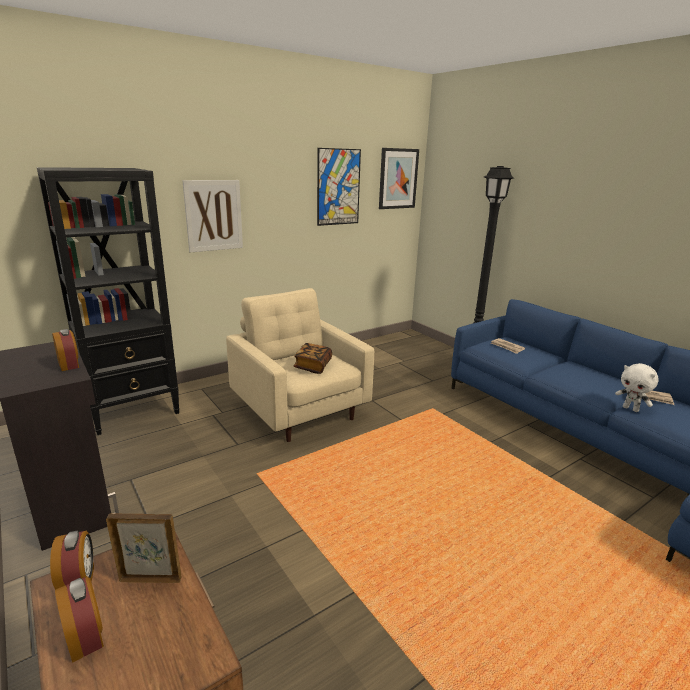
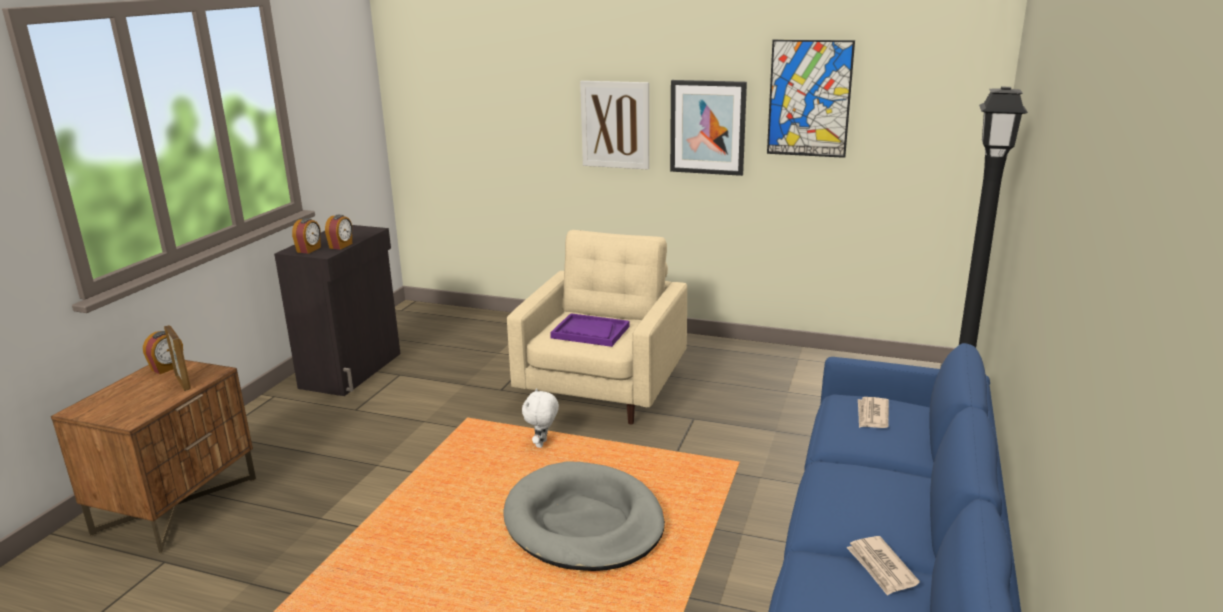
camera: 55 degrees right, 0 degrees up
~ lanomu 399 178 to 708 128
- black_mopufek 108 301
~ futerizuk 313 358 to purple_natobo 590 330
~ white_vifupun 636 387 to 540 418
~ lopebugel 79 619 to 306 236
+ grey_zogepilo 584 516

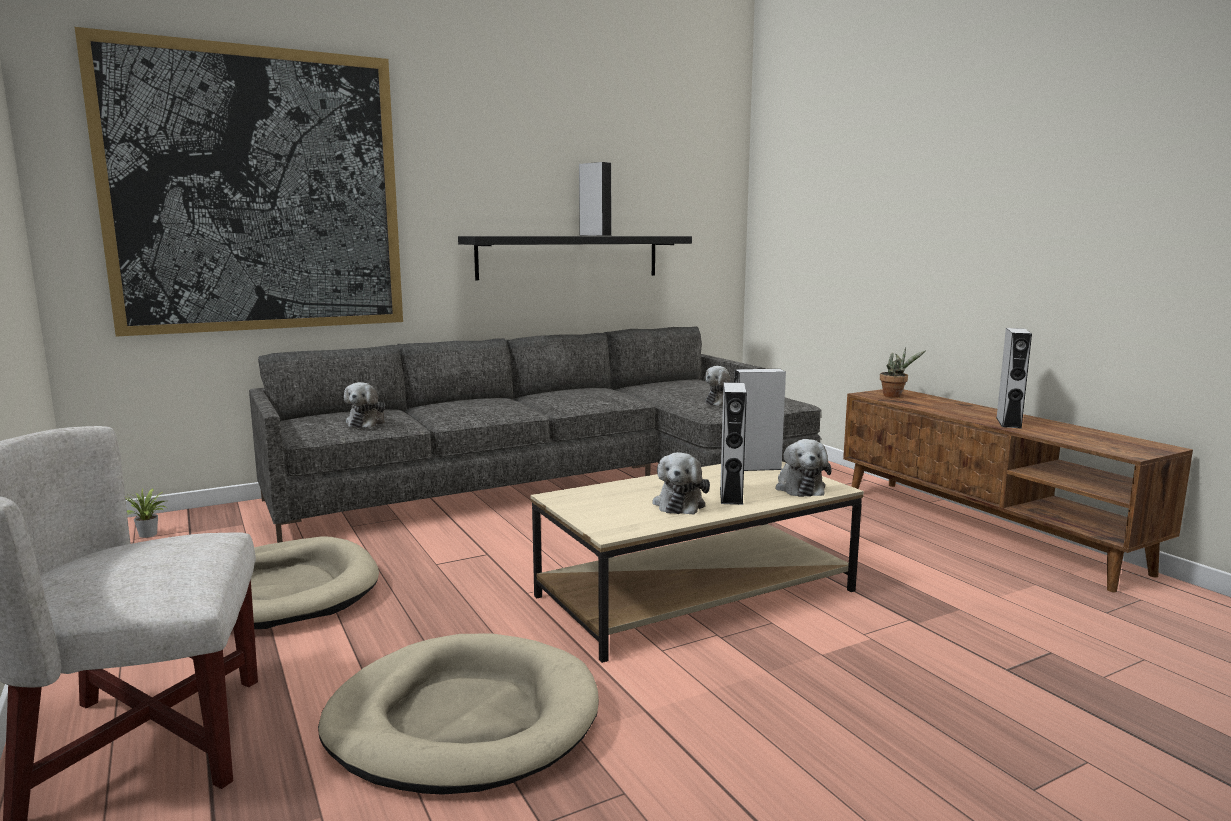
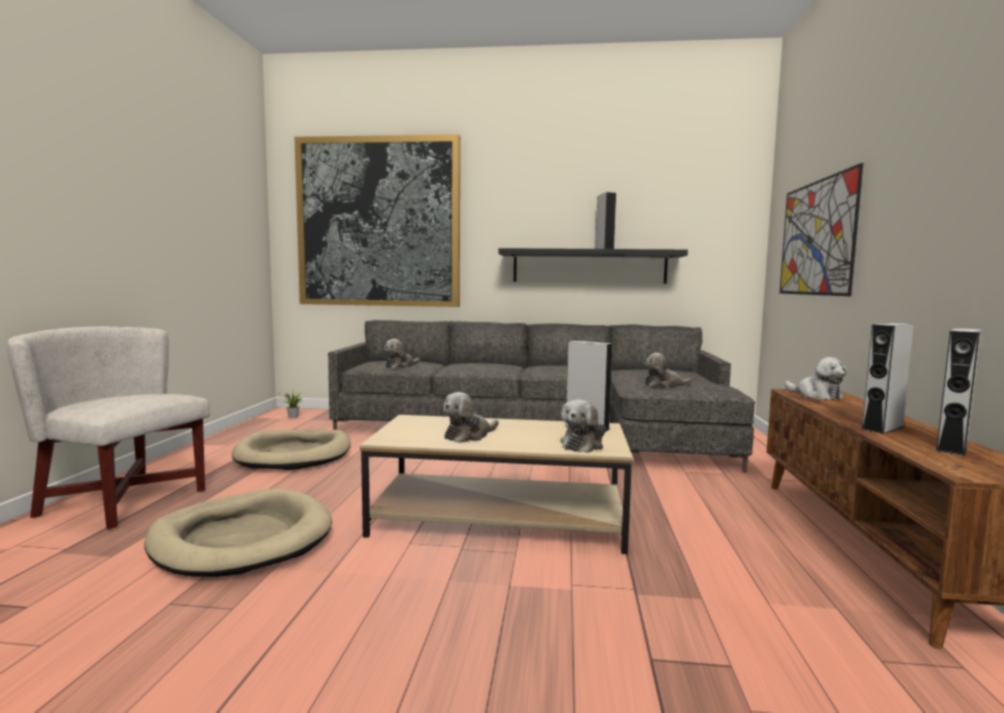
camera: 35 degrees right, 5 degrees down
~ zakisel 903 372 to vifupun 816 378
~ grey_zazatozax 733 443 to 958 392
+ lanomu 821 229

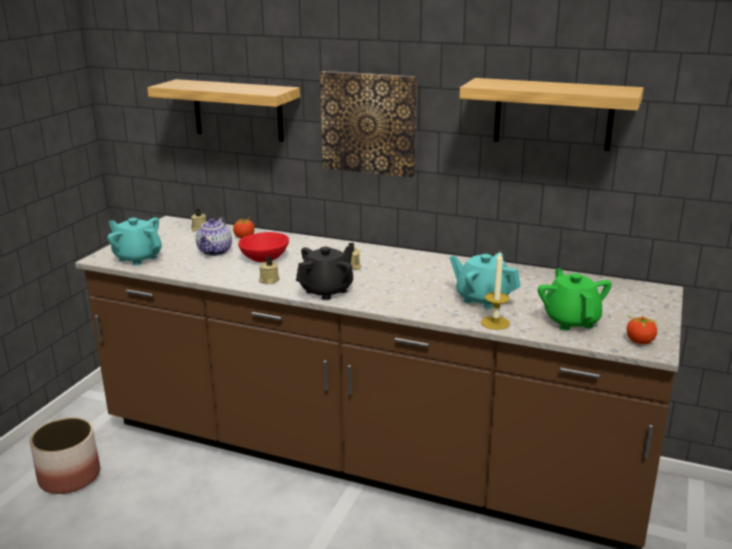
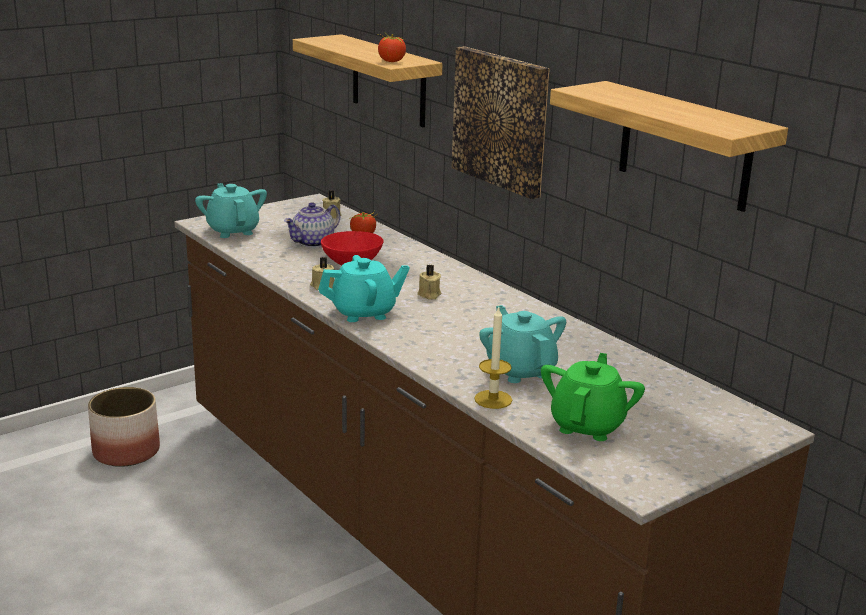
camera: 30 degrees right, 0 degrees up
~ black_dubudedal 324 273 to turquoise_dubudedal 364 288
~ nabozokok 642 329 to 391 47

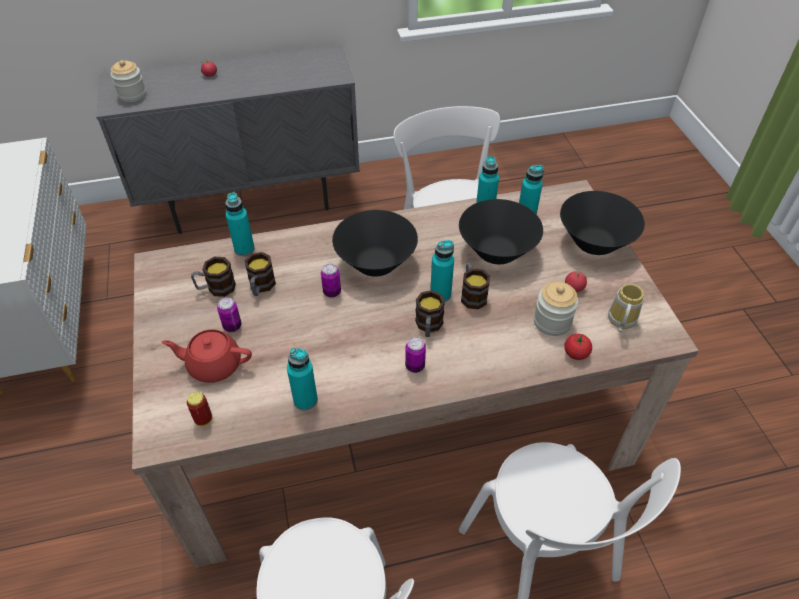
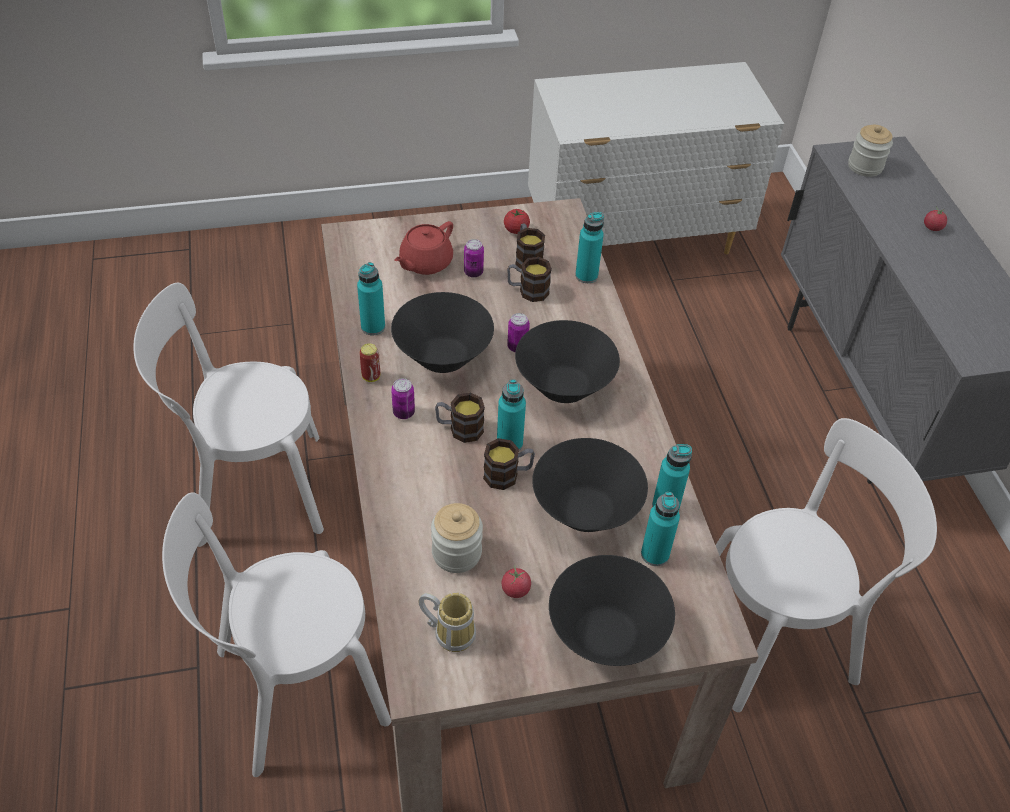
camera: 90 degrees right, 0 degrees up
~ red_dubudedal 207 356 = 424 248 150 degrees counterclockwise
~ nabozokok 578 347 to 517 221
~ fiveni 199 409 to 370 362
+ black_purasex 442 332

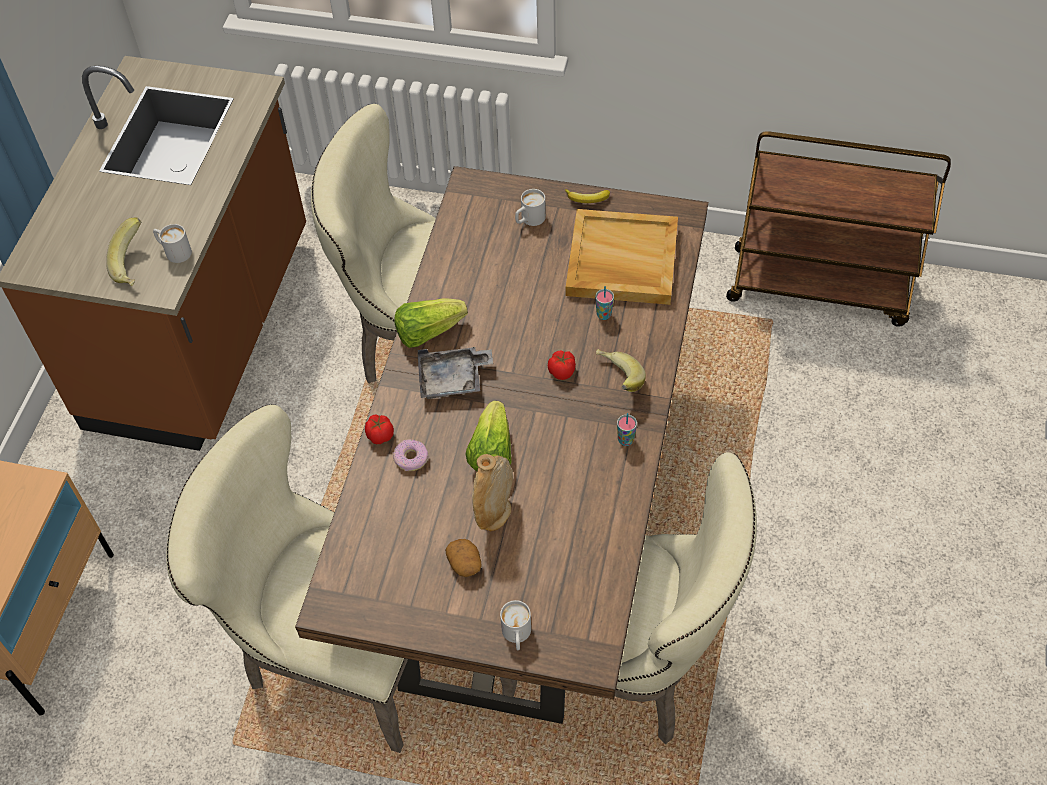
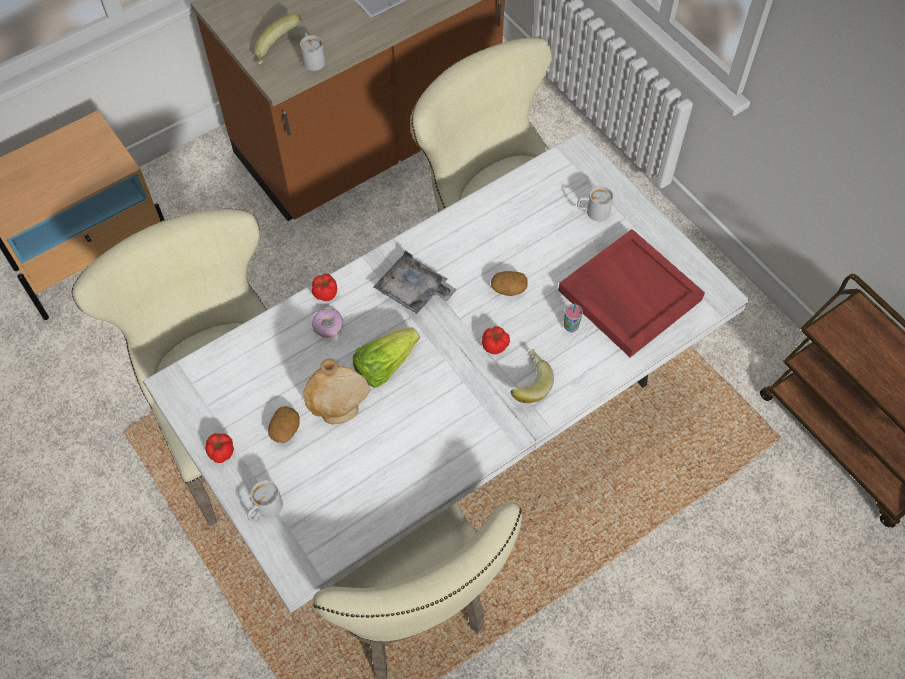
camera: 40 degrees right, 5 degrees up
~ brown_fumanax 501 445 to white_fumanax 446 372
- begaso 587 196
~ beige_natobo 622 257 to red_natobo 631 293
- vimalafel 431 323
- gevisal 627 429
+ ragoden 509 283
+ nabozokok 219 448

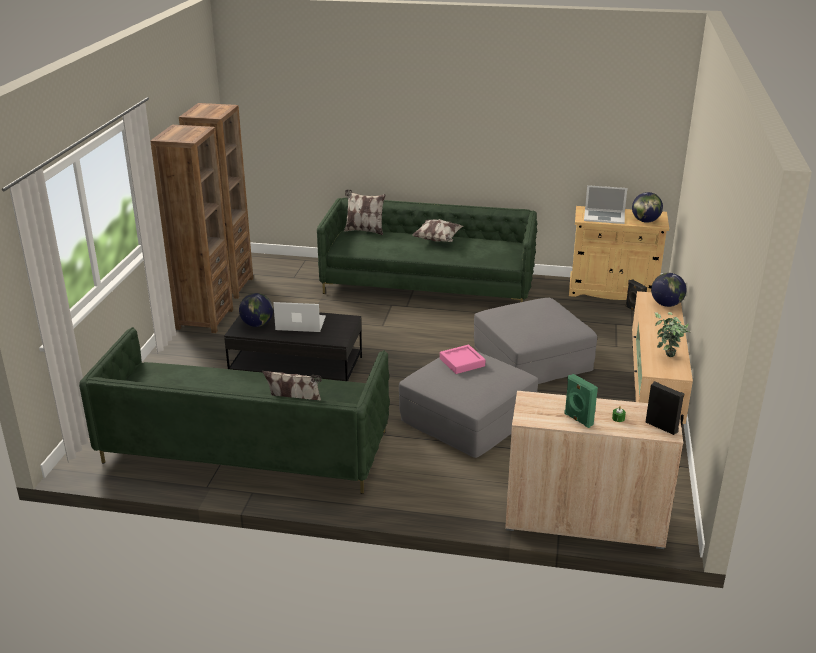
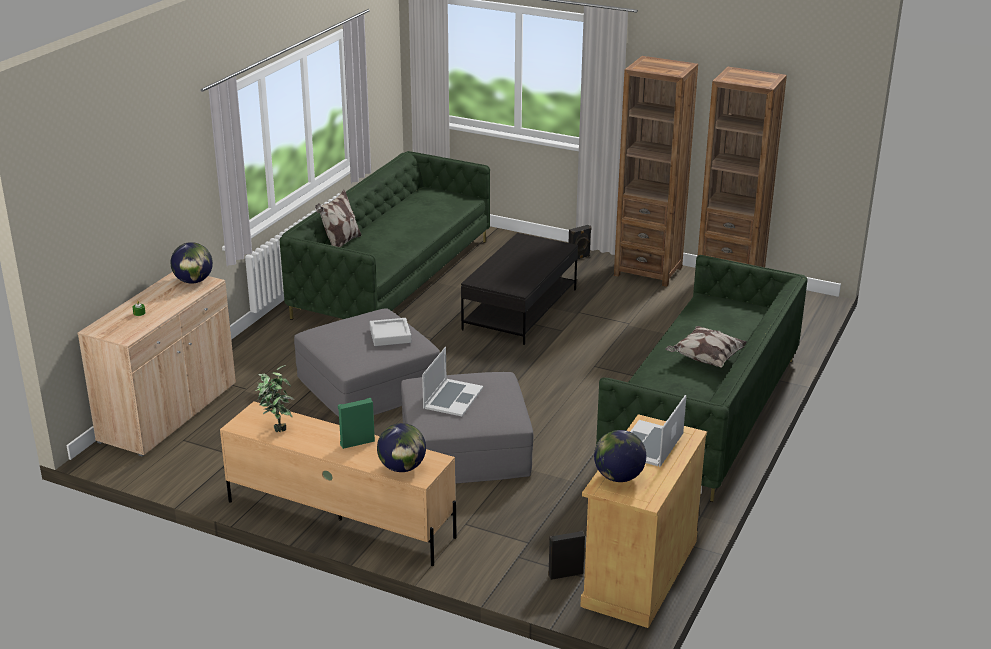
camera: 105 degrees right, 0 degrees up
- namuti 365 212
~ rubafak 256 310 to 191 263
~ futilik 299 317 to 452 381
~ pink_natobo 462 359 to grey_natobo 390 332
~ green_zazatozax 581 401 to 356 423
~ black_zazatozax 665 408 to 580 242

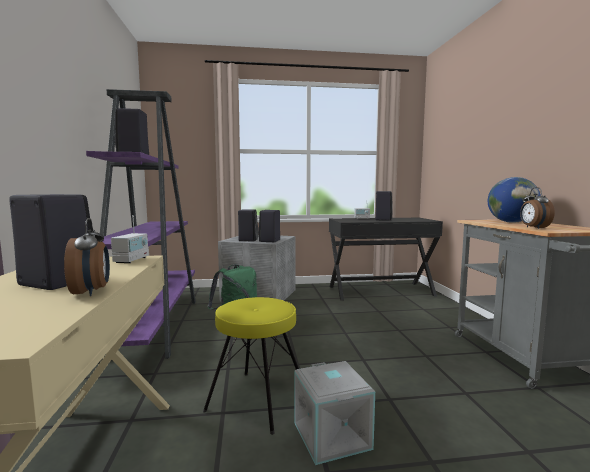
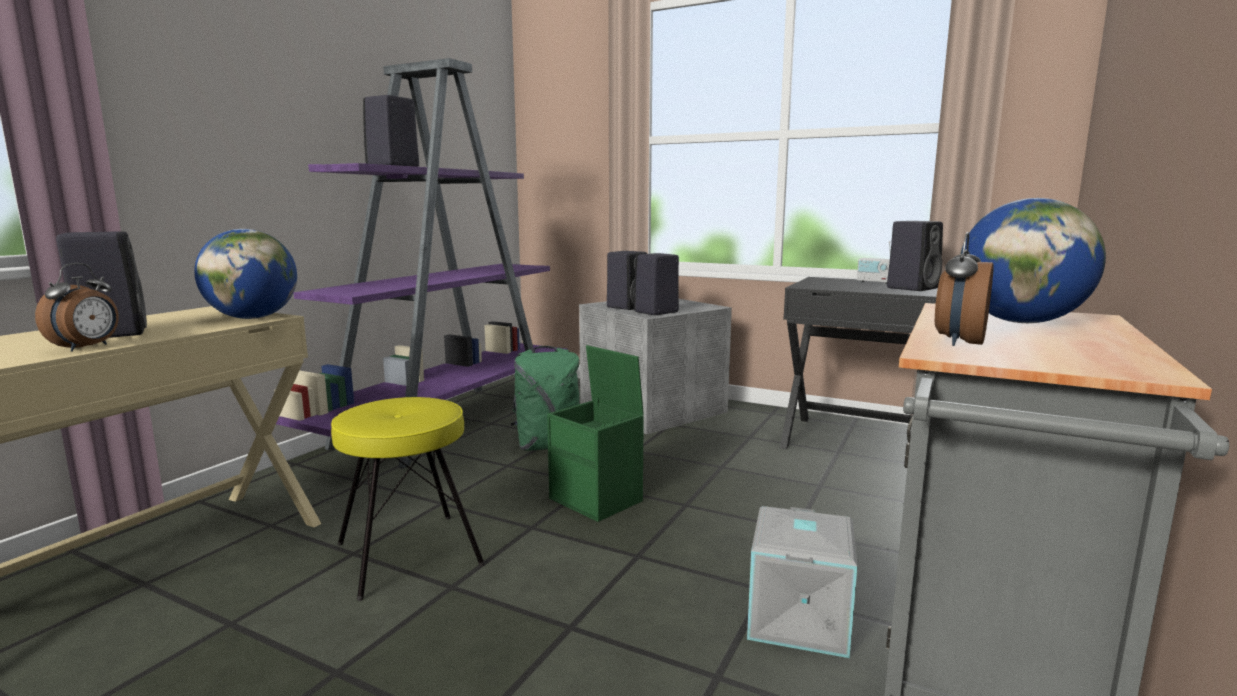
camera: 35 degrees right, 5 degrees up
~ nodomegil 129 239 to rubafak 245 274
~ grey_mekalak 334 413 to 802 582
+ green_mekalak 595 433

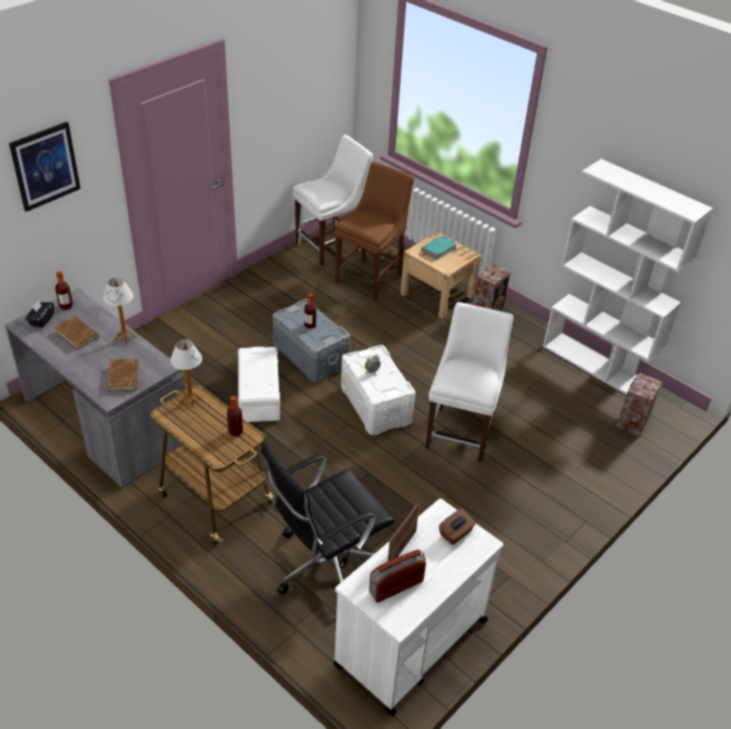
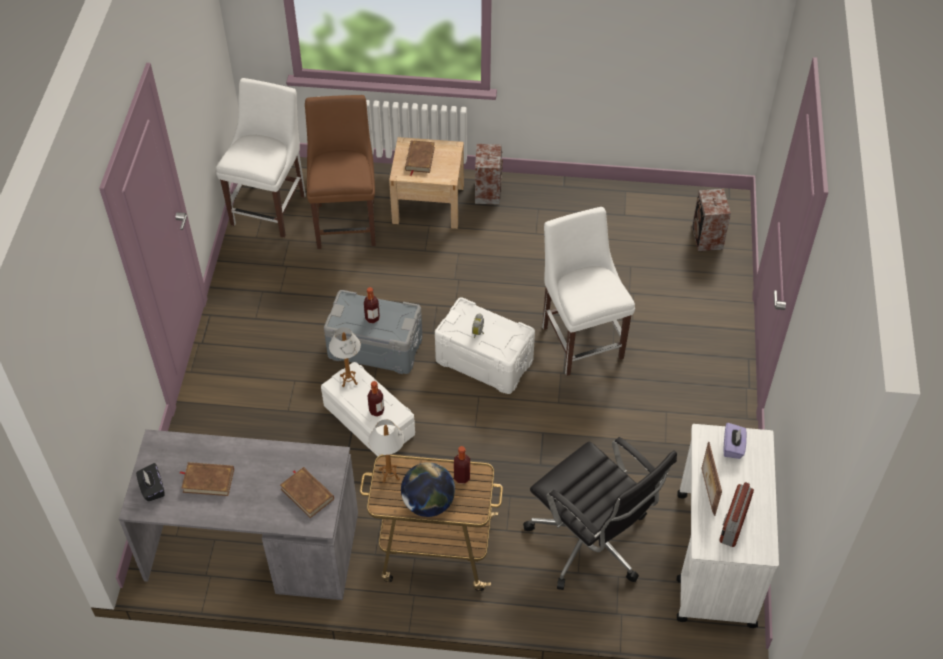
camera: 35 degrees left, 10 degrees up
- lanomu 45 167
- white_mopufek 628 277
~ turquoise_futerizuk 439 247 to brown_futerizuk 420 158
~ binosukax 64 290 to 376 399
~ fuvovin 119 310 to 345 357
~ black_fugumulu 327 518 = 600 513 60 degrees counterclockwise
~ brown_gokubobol 457 526 to purple_gokubobol 735 441
+ rubafak 428 489

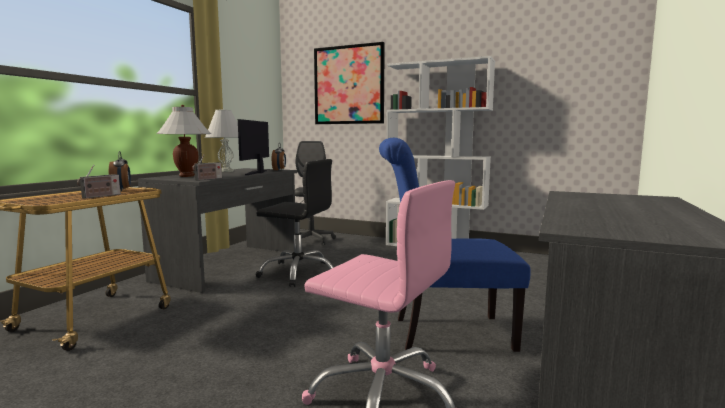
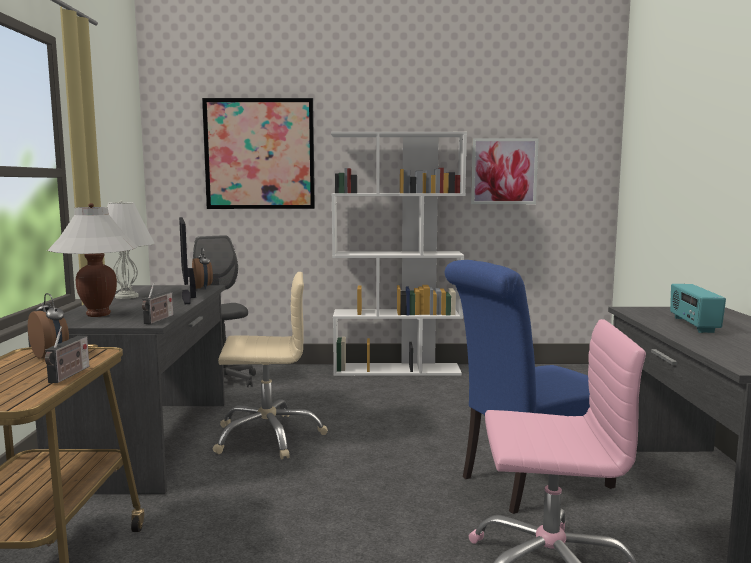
camera: 25 degrees left, 0 degrees up
~ black_fugumulu 294 223 to beige_fugumulu 270 365
+ lanomu 505 171
+ nodomegil 698 308

